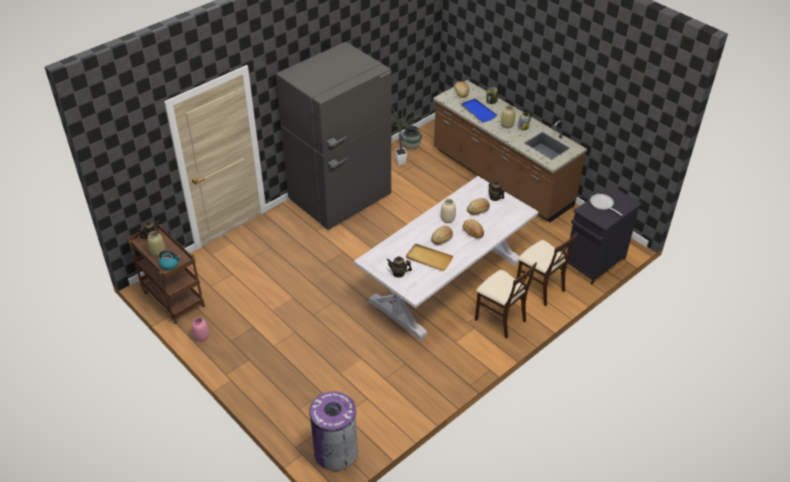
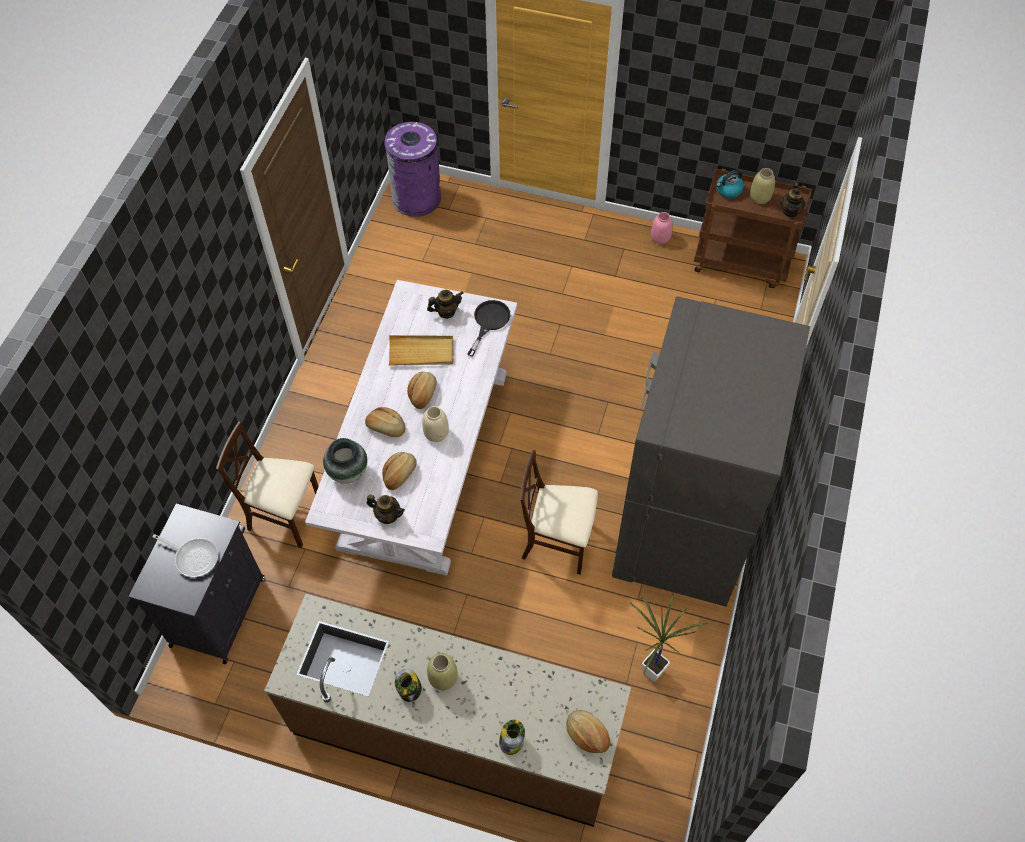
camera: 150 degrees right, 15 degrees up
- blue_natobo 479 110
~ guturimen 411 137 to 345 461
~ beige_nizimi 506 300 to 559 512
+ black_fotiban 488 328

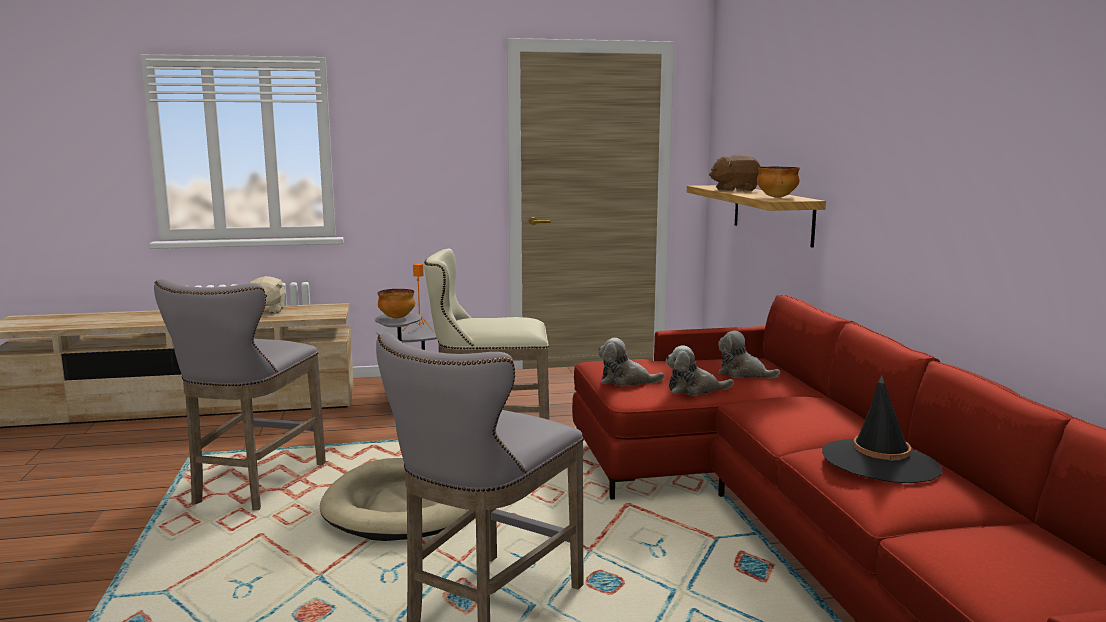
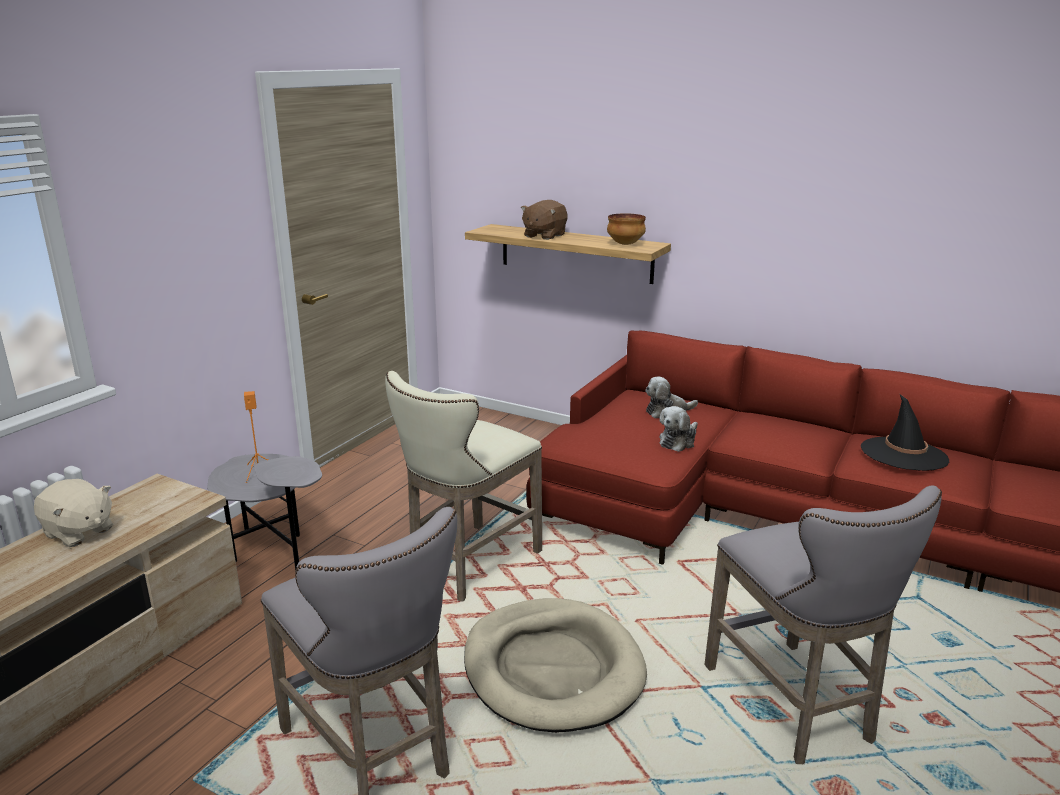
camera: 50 degrees left, 10 degrees up
- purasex 396 303
- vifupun 631 362

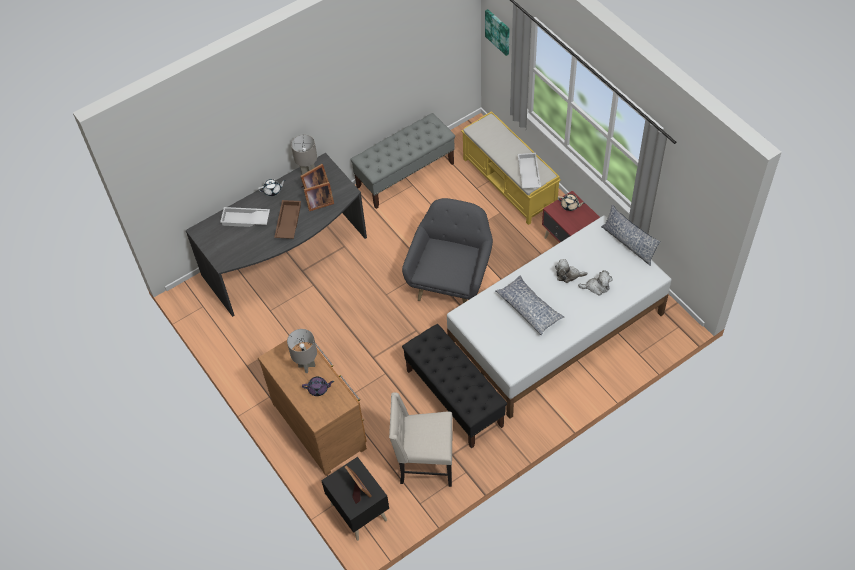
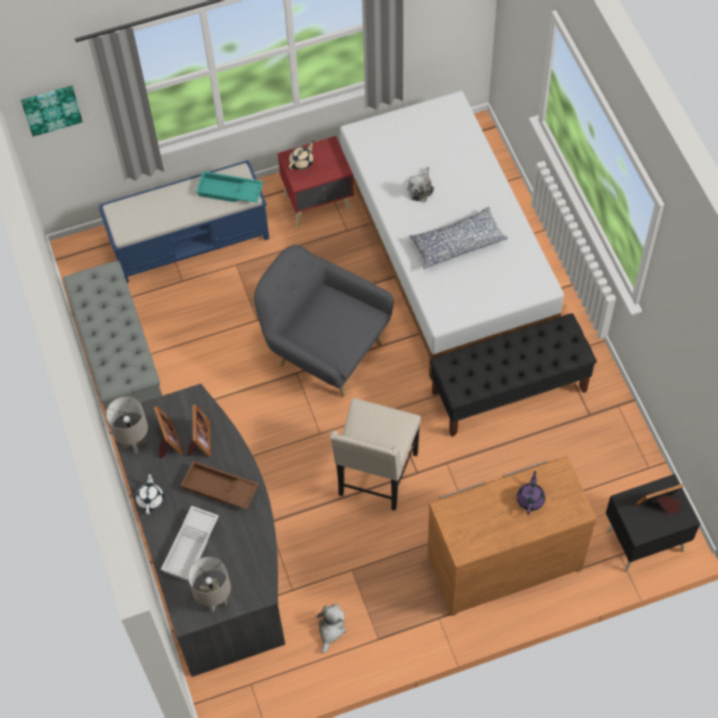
camera: 75 degrees left, 5 degrees up
~ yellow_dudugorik 511 168 to blue_dudugorik 184 221
~ white_natobo 529 171 to turquoise_natobo 230 187
- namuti 631 235
~ vifupun 595 283 to 331 628
~ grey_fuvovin 302 351 to 209 585
~ beige_nizimi 421 439 to 375 454

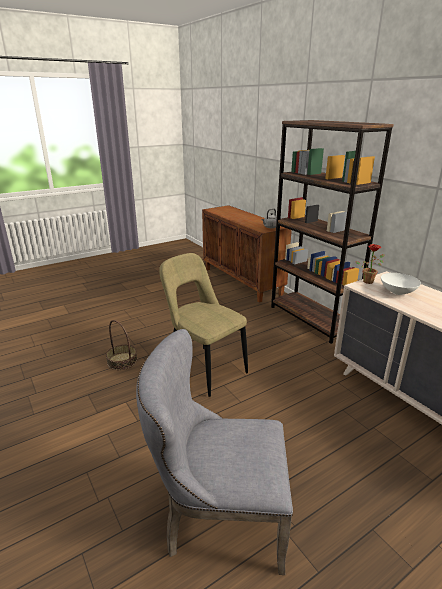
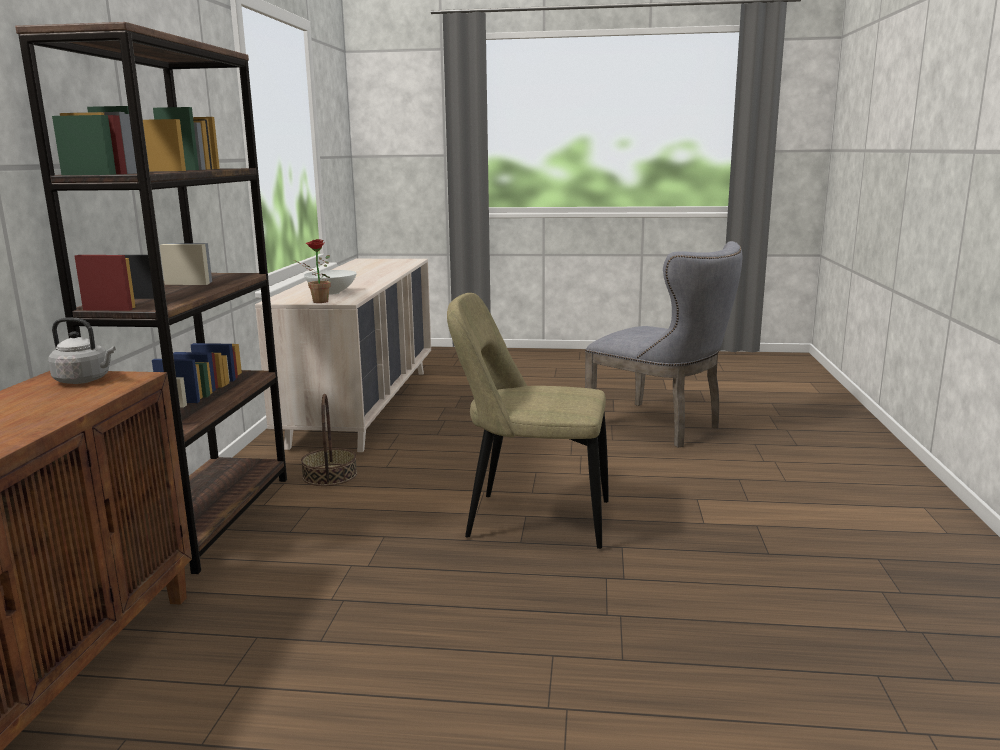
camera: 140 degrees left, 10 degrees down
~ beige_nizimi 203 325 = 528 421 105 degrees clockwise
~ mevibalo 121 345 to 329 440

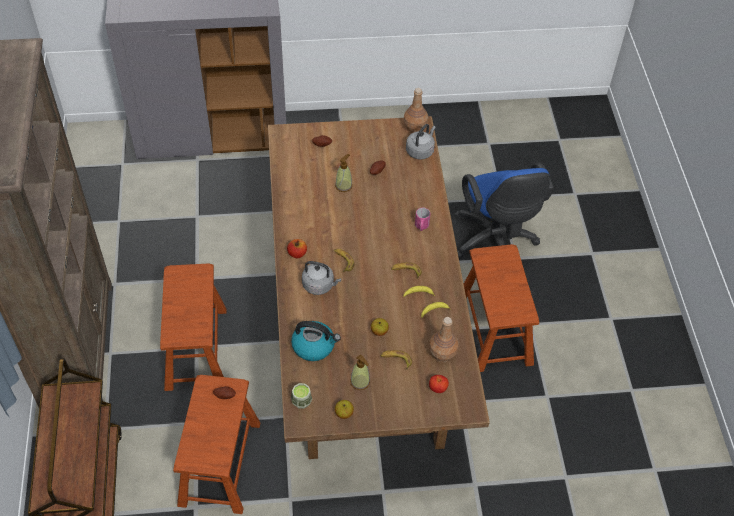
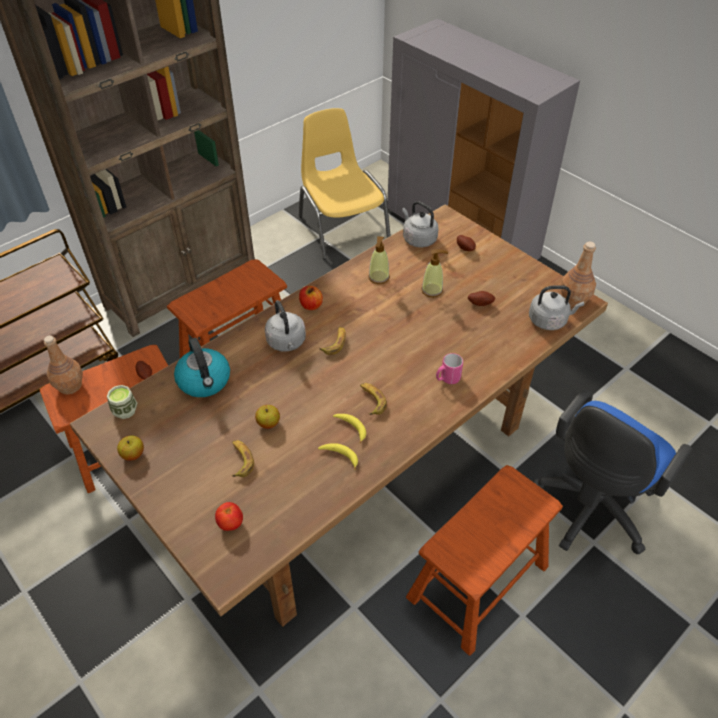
camera: 55 degrees right, 5 degrees down
~ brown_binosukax 443 340 to 63 365
~ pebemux 360 372 to 379 260
+ yellow_nizimi 345 183
+ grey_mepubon 420 224

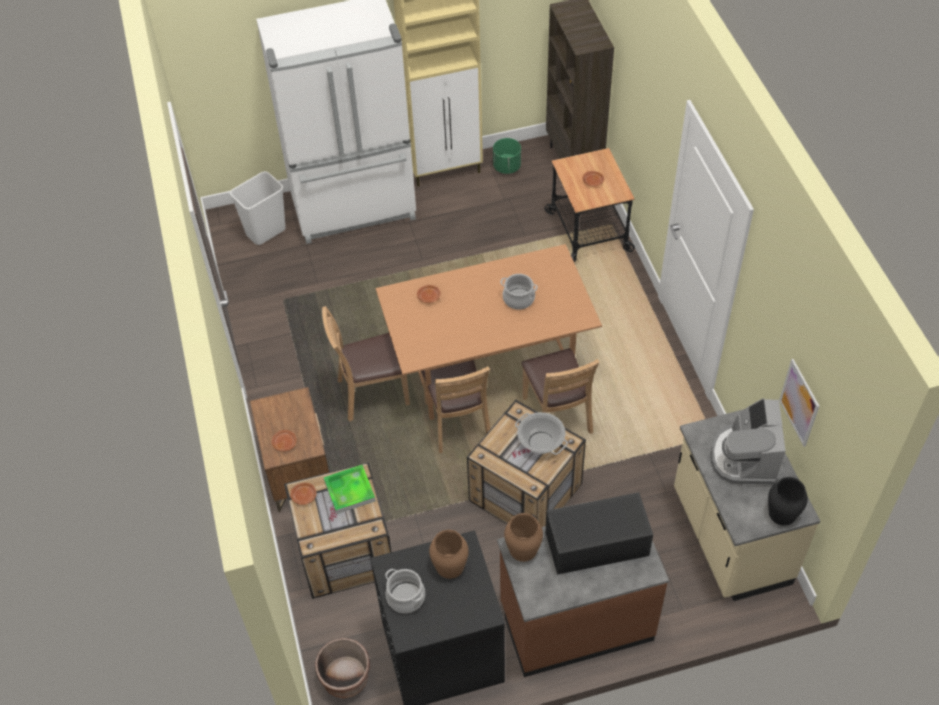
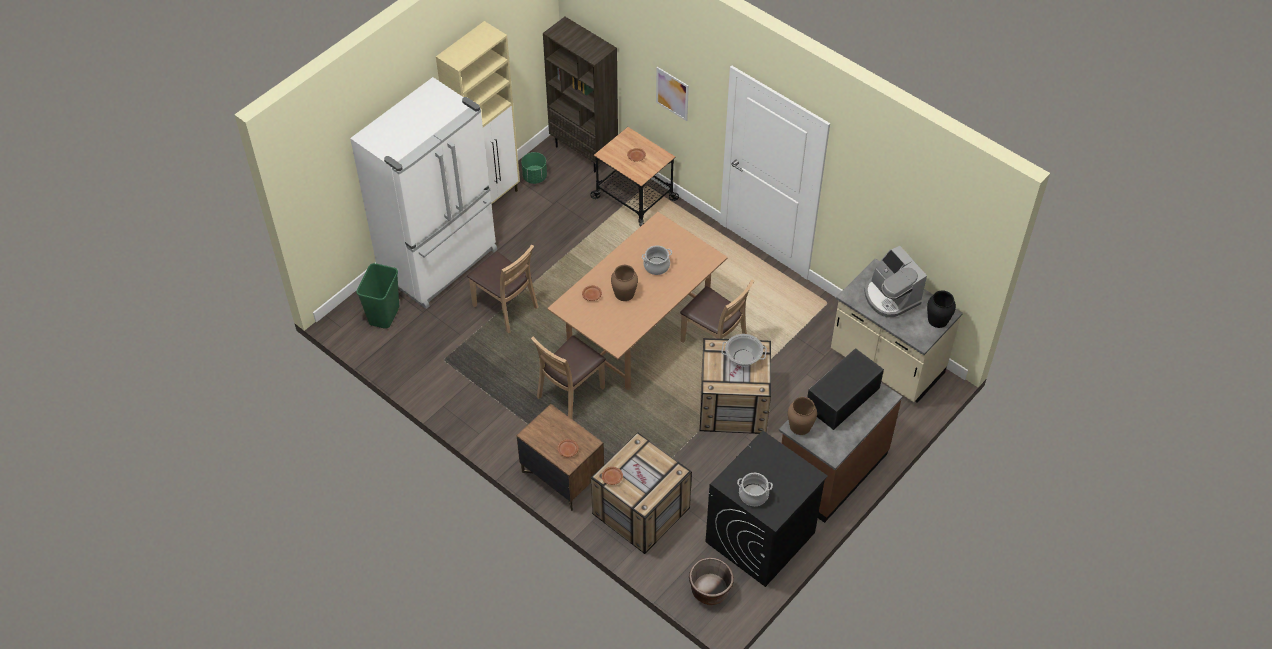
camera: 35 degrees left, 0 degrees up
~ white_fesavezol 258 208 to green_fesavezol 377 296
~ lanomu 799 403 to 672 94
~ brown_nizimi 456 406 to 503 288
- natobo 350 489
~ brown_guturimen 449 554 to 624 283

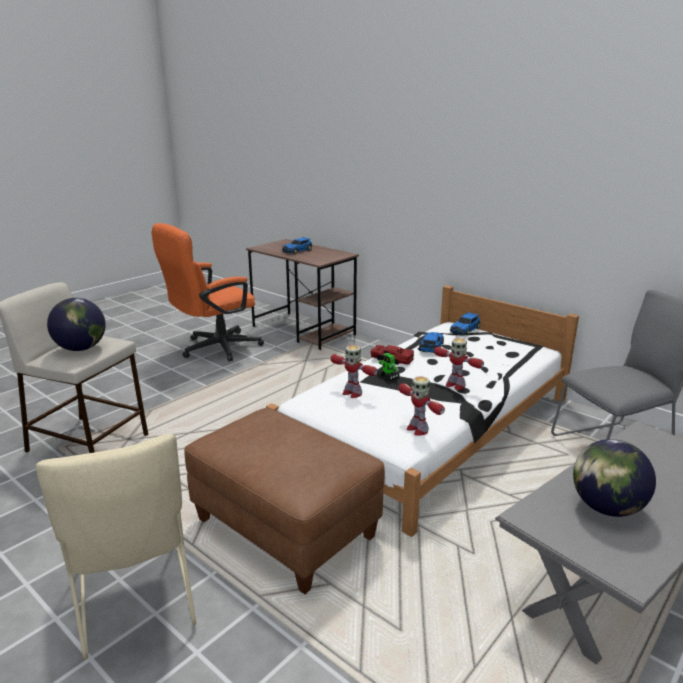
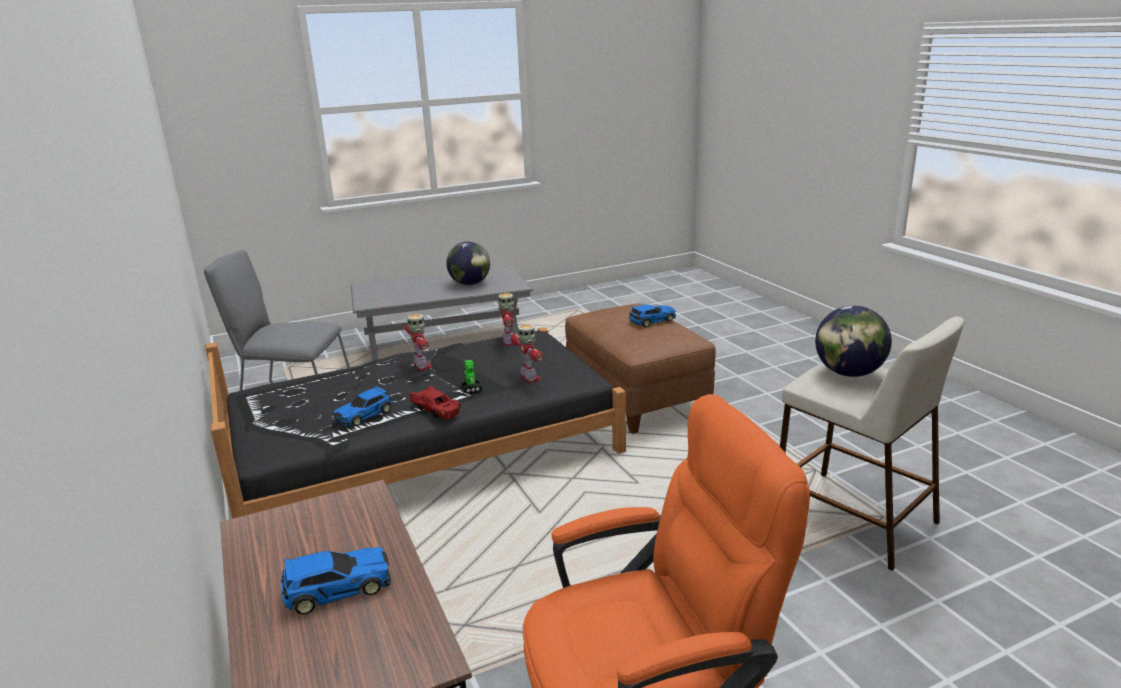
camera: 155 degrees left, 0 degrees up
~ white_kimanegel 422 411 to black_kimanegel 415 423
~ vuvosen 465 324 to 652 315
- beige_nizimi 116 547

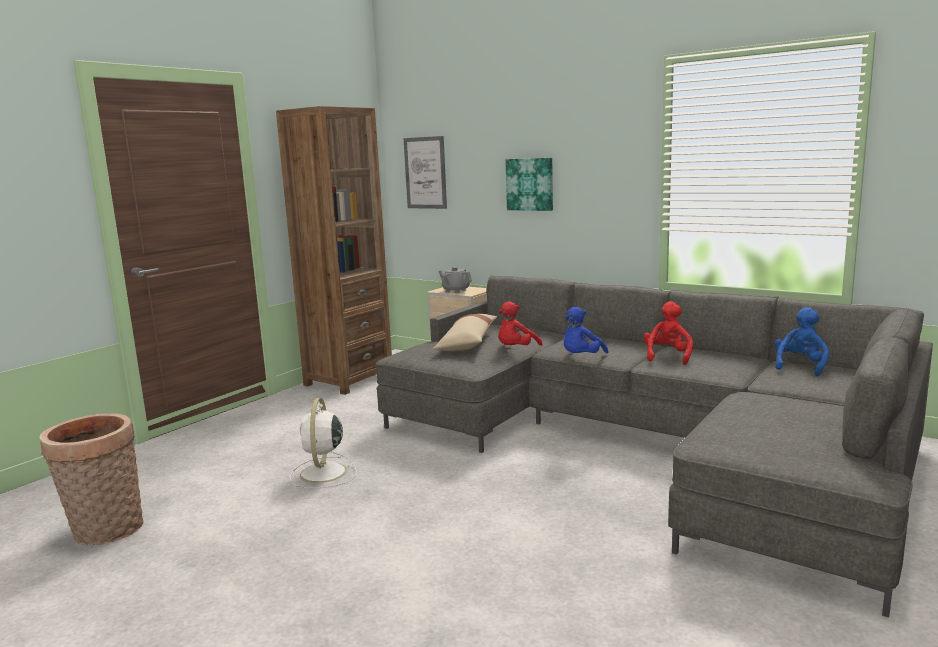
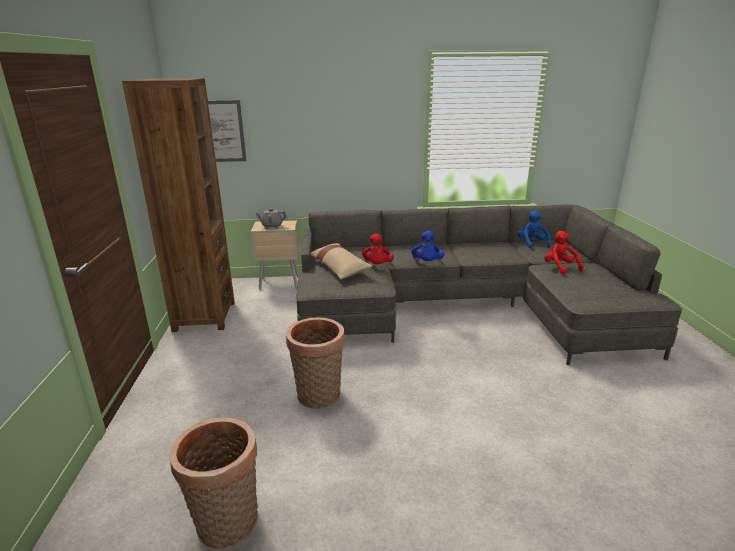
camera: 40 degrees left, 10 degrees up
- lanomu 529 184
~ red_vifupun 668 333 to 563 252
~ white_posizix 323 443 to mevibalo 315 363

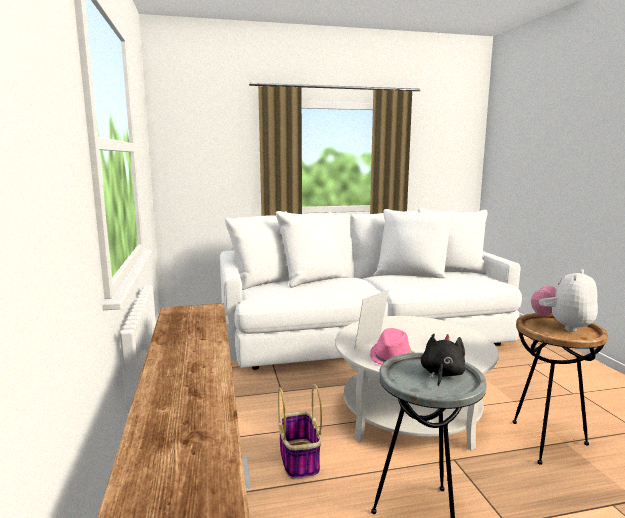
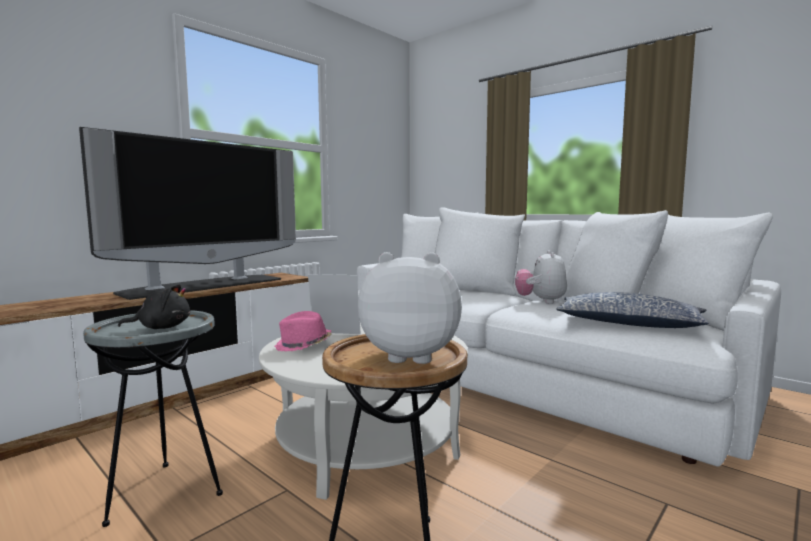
camera: 55 degrees right, 5 degrees down
- mevibalo 300 432
+ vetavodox 187 213
+ vifupun 541 277
+ namuti 632 310

